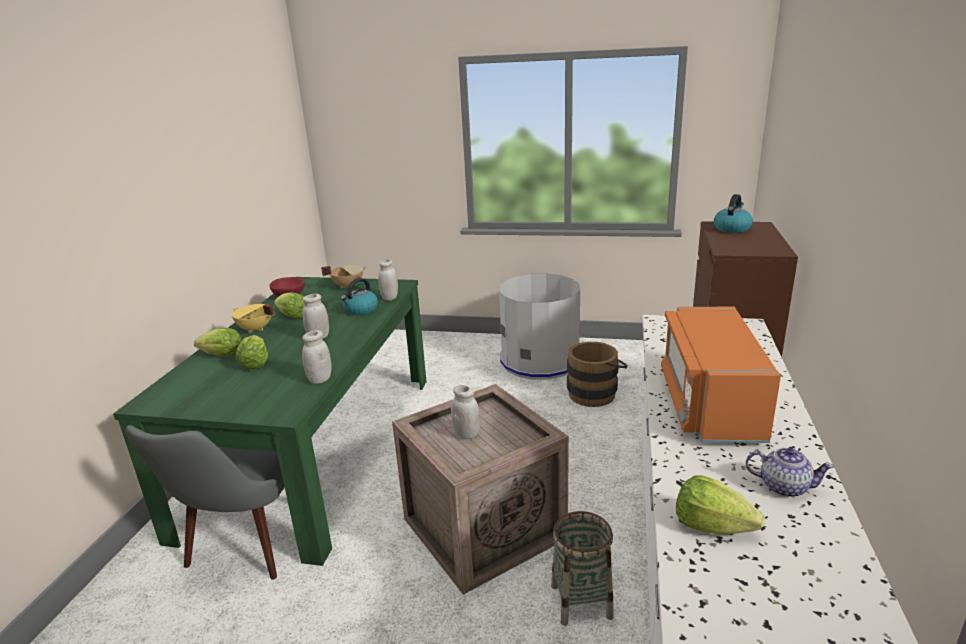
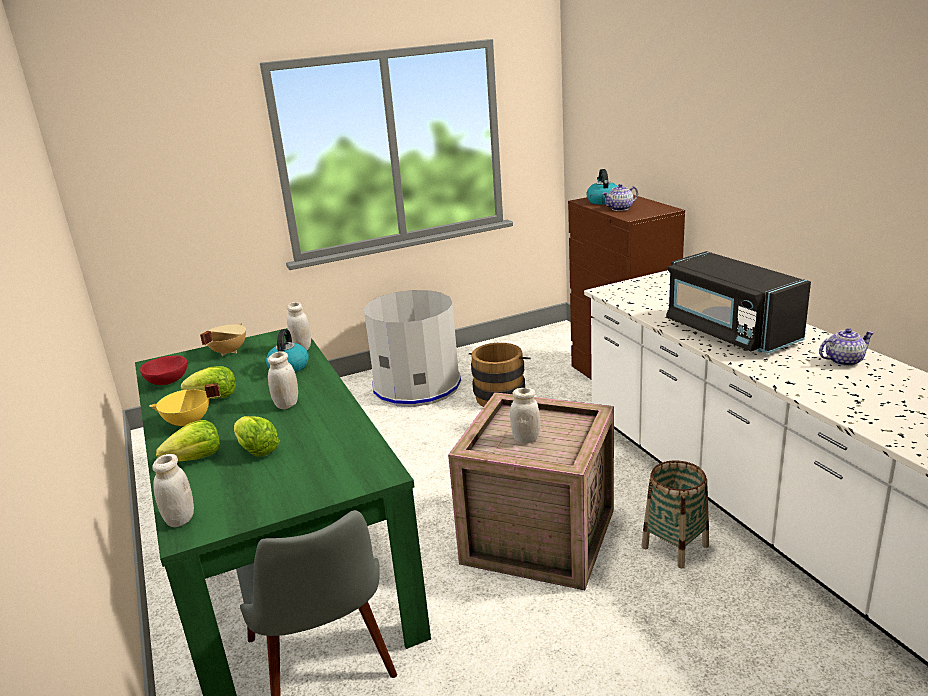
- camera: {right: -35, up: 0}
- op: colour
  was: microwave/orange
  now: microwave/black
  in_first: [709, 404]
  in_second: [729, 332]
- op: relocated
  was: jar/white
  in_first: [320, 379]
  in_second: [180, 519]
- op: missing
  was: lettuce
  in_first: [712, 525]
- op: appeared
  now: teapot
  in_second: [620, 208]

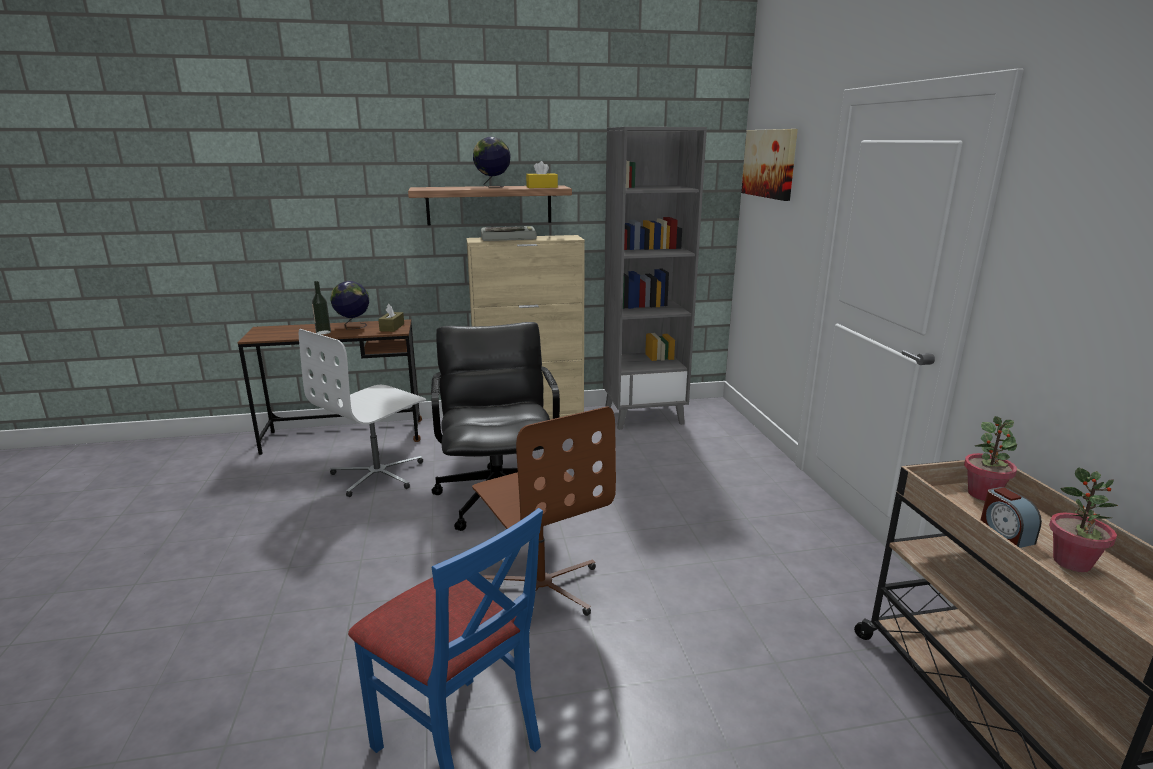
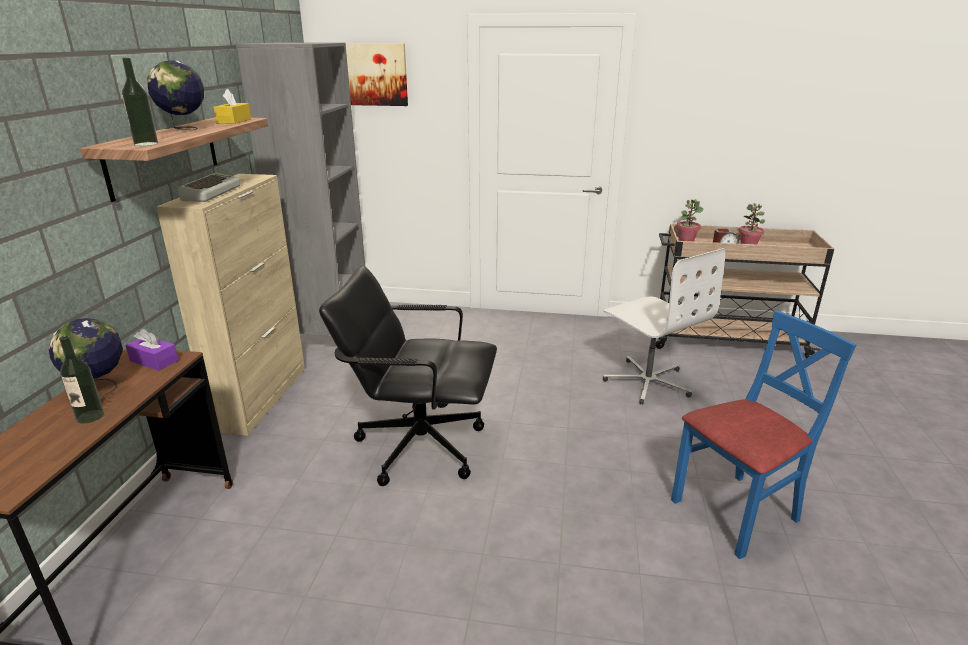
- camera: {right: -70, up: 5}
- op: colour
  was: tissue box/brown
  now: tissue box/purple
  in_first: [392, 327]
  in_second: [154, 361]
- op: relocated
  was: office chair/white
  in_first: [378, 475]
  in_second: [647, 382]
- op: missing
  was: office chair/brown
  in_first: [541, 587]
- op: appeared
  now: bottle
  in_second: [146, 144]

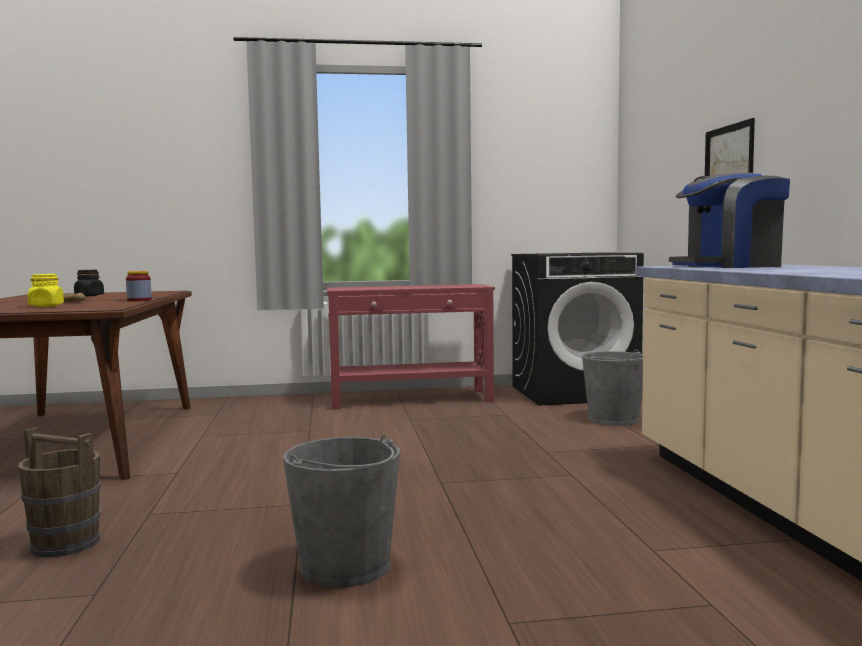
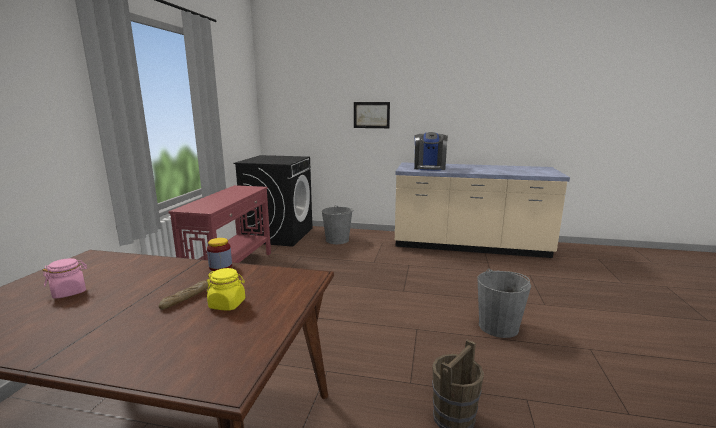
- camera: {right: -70, up: 10}
- op: colour
  was: jar/black
  now: jar/pink
  in_first: [89, 295]
  in_second: [69, 292]

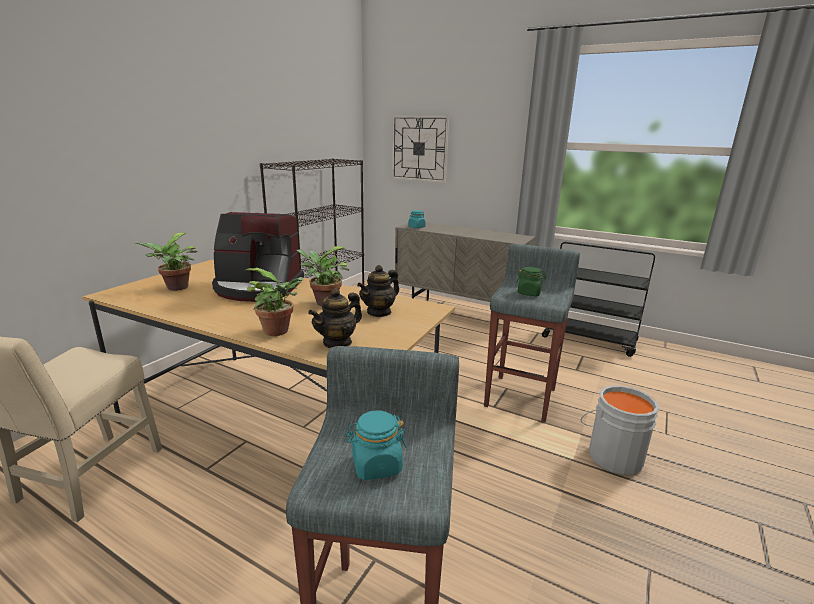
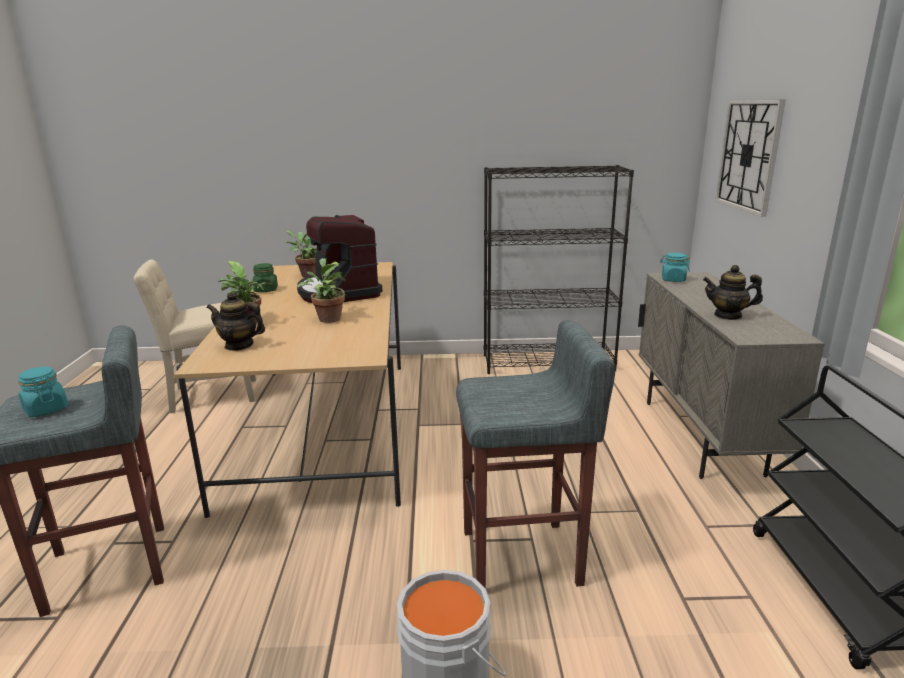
- camera: {right: 60, up: 0}
- op: relocated
  was: teapot
  in_first: [379, 312]
  in_second: [728, 316]
- op: relocated
  was: jar/green
  in_first: [529, 293]
  in_second: [266, 290]

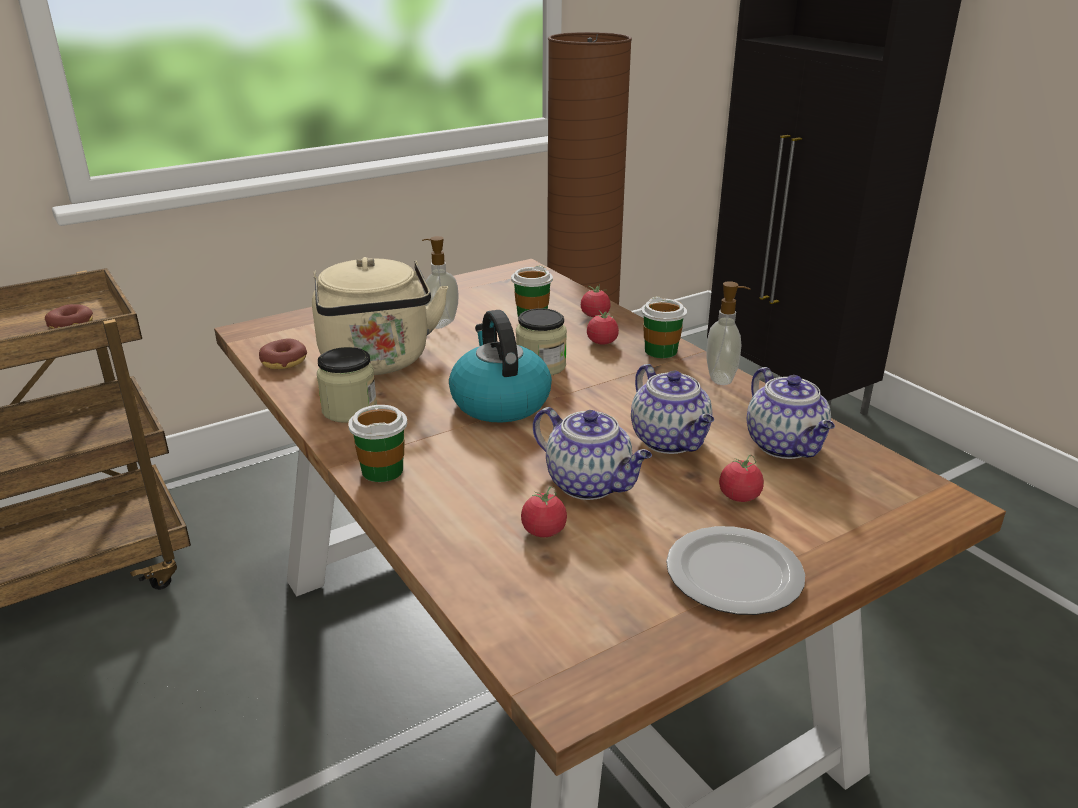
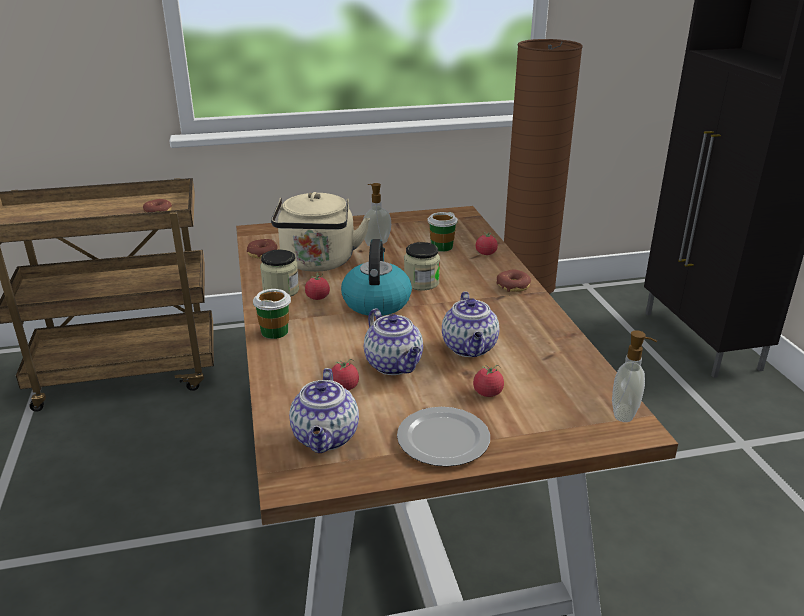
- camera: {right: 20, up: 0}
- op: relocated
  was: soap dispenser
  in_first: [722, 378]
  in_second: [625, 414]
- op: exchanged
  was: cup
  now: donut
  in_first: [661, 351]
  in_second: [513, 286]
- op: relocated
  was: tomato
  in_first: [602, 342]
  in_second: [317, 297]
- op: relocated
  was: teapot
  in_first: [786, 446]
  in_second: [326, 438]

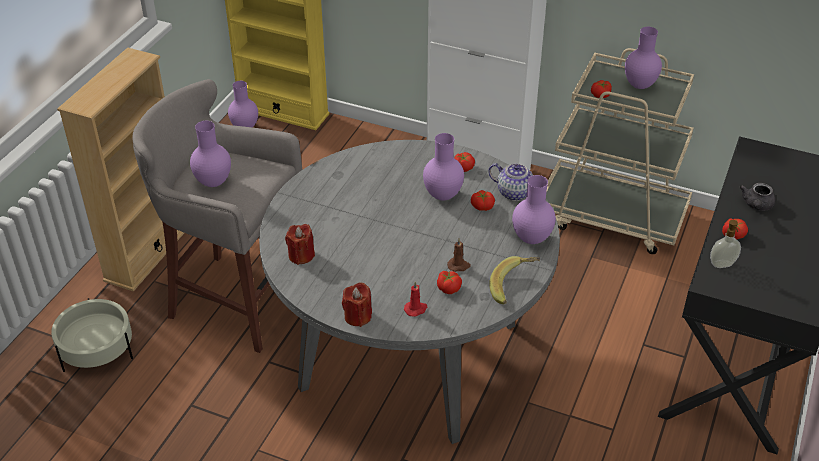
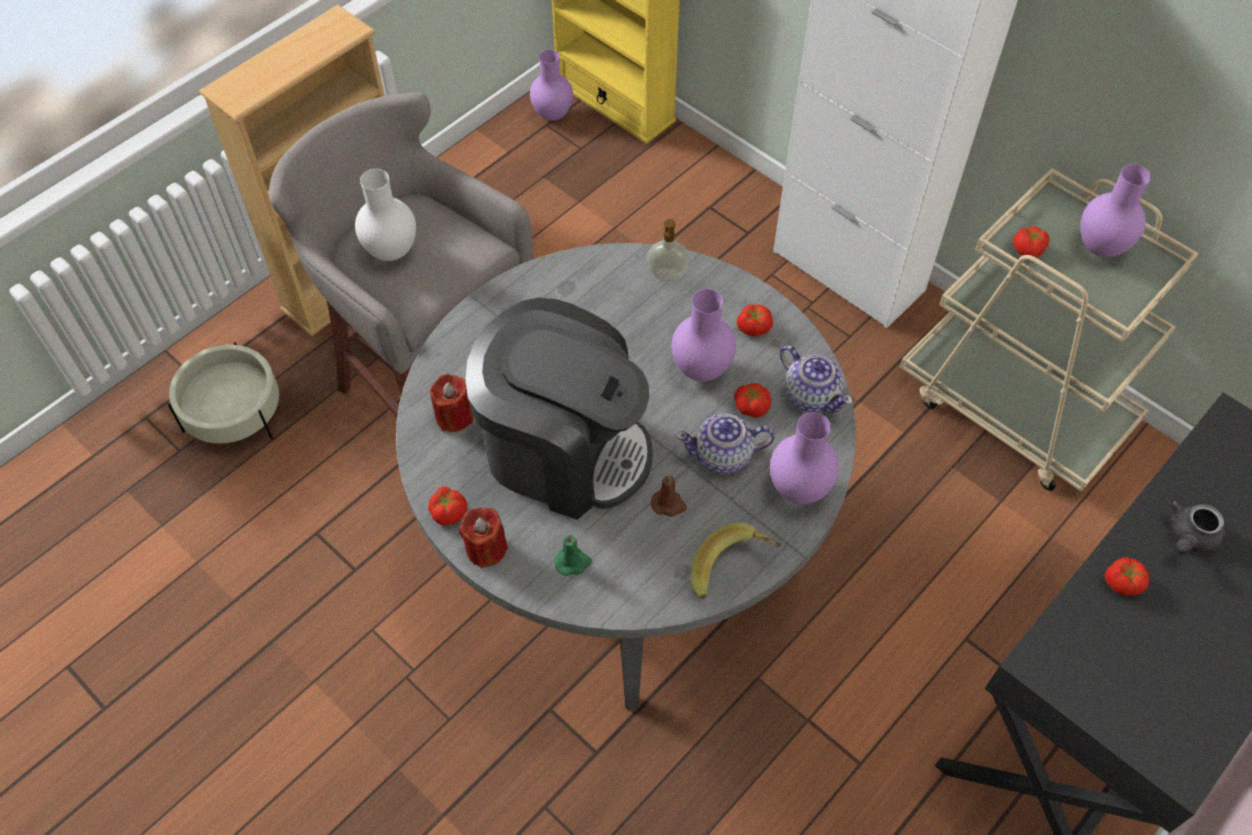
- camera: {right: 20, up: 15}
- op: colour
  was: vase/purple
  now: vase/white
  in_first: [212, 182]
  in_second: [390, 251]
- op: relocated
  was: soap dispenser
  in_first: [722, 265]
  in_second: [667, 276]
- op: relocated
  was: tomato
  in_first: [449, 288]
  in_second: [449, 512]
- op: colour
  was: candle/red
  now: candle/green
  in_first: [416, 309]
  in_second: [573, 562]
- op: appeared
  now: coffee machine
  in_second: [564, 450]
- op: appeared
  now: teapot
  in_second: [724, 456]

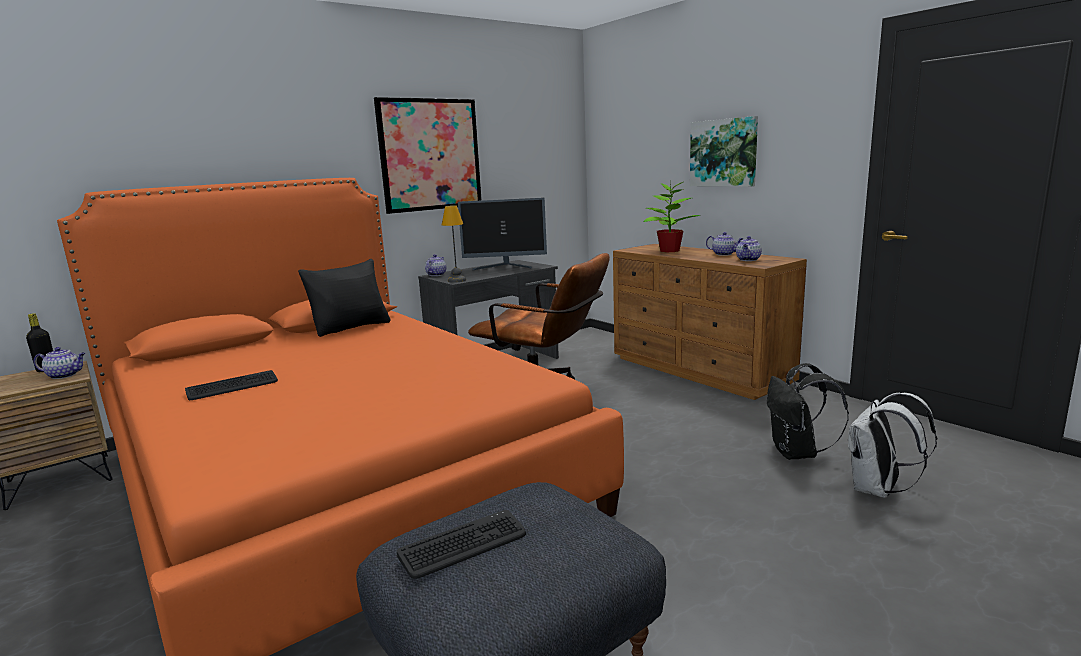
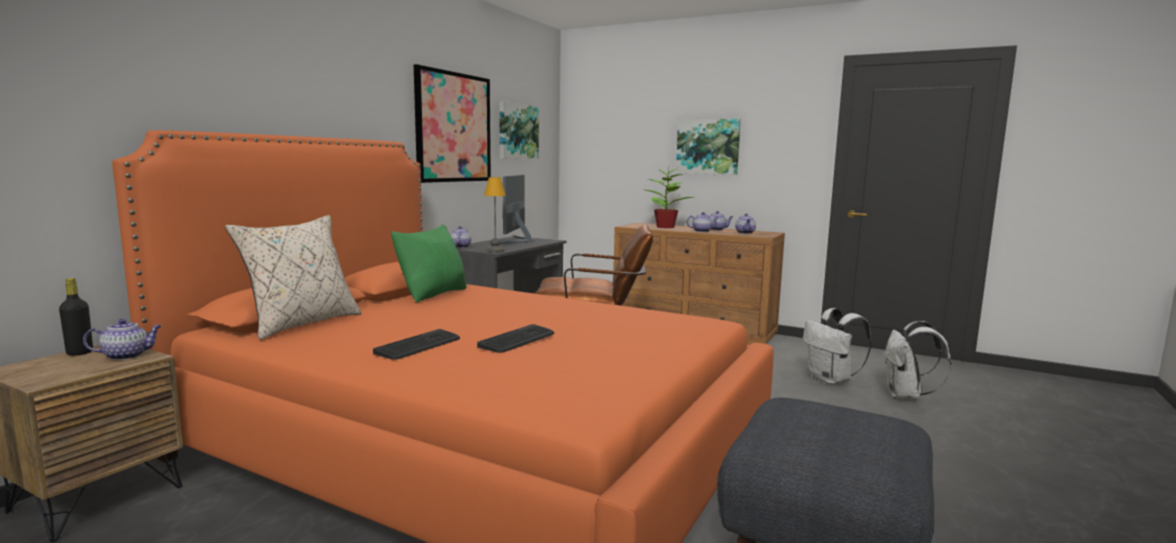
- camera: {right: -25, up: -5}
- op: spun
  was: monitor
  in_first: [505, 267]
  in_second: [517, 241]
  clockwise: 120
- op: colour
  was: pillow/black
  now: pillow/green
  in_first: [351, 327]
  in_second: [433, 294]
- op: colour
  was: backpack/black
  now: backpack/white
  in_first: [797, 453]
  in_second: [831, 380]
- op: relocated
  was: keyboard
  in_first: [463, 545]
  in_second: [517, 340]
- op: appeared
  now: picture
  in_second: [517, 131]
- op: appeared
  now: teapot
  in_second: [702, 231]
- op: appeared
  now: pillow/beige
  in_second: [301, 324]

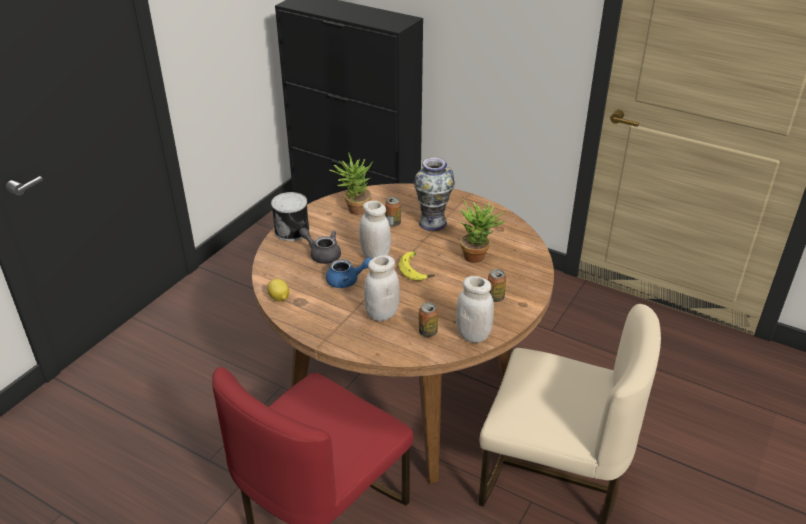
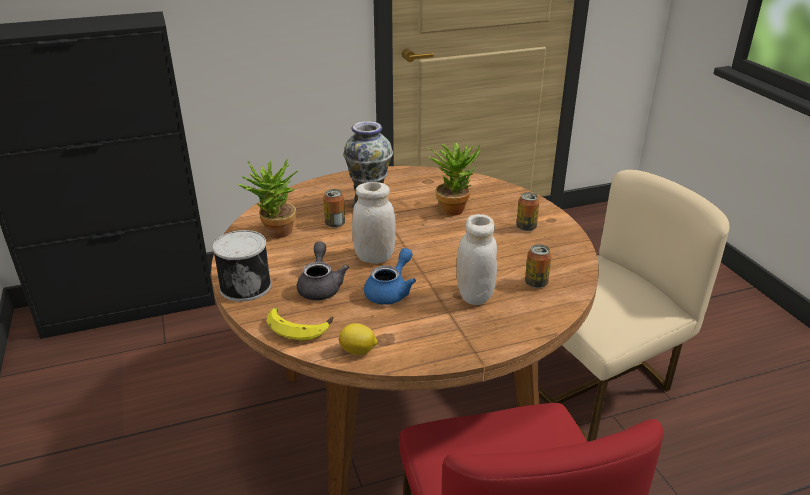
- camera: {right: -50, up: -5}
- op: spun
  was: teapot/grey
  in_first: [322, 254]
  in_second: [320, 286]
  clockwise: 105
- op: relocated
  was: banana
  in_first: [417, 270]
  in_second: [299, 326]
- op: missing
  was: jar/white
  in_first: [473, 335]

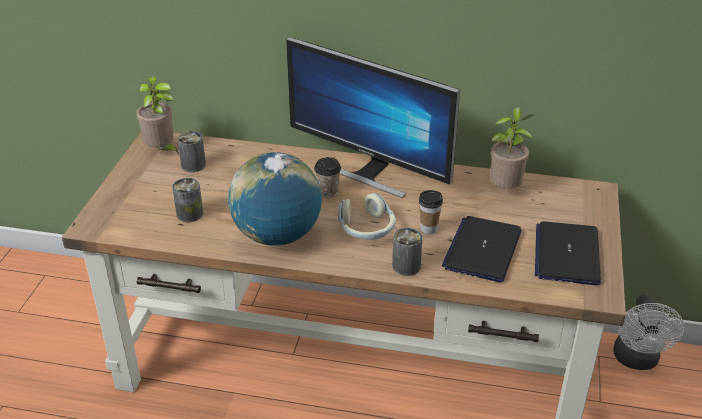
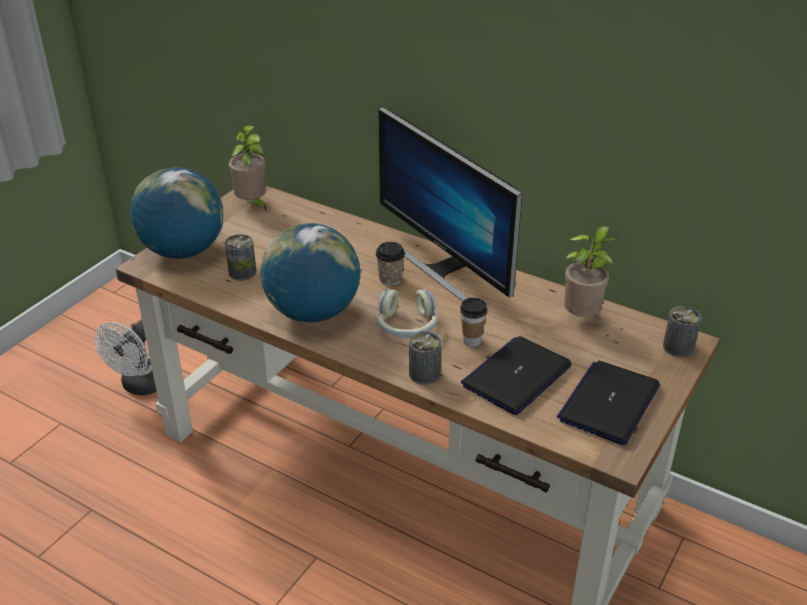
- camera: {right: 20, up: 0}
- op: relocated
  was: can
  in_first: [193, 165]
  in_second: [678, 347]
- op: relocated
  was: fan/white
  in_first: [637, 360]
  in_second: [140, 386]
- op: appeared
  now: globe
  in_second: [183, 251]

